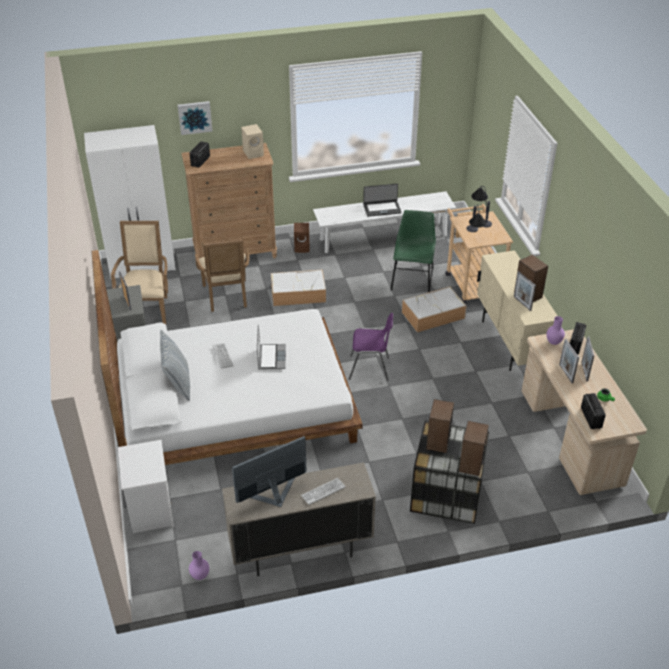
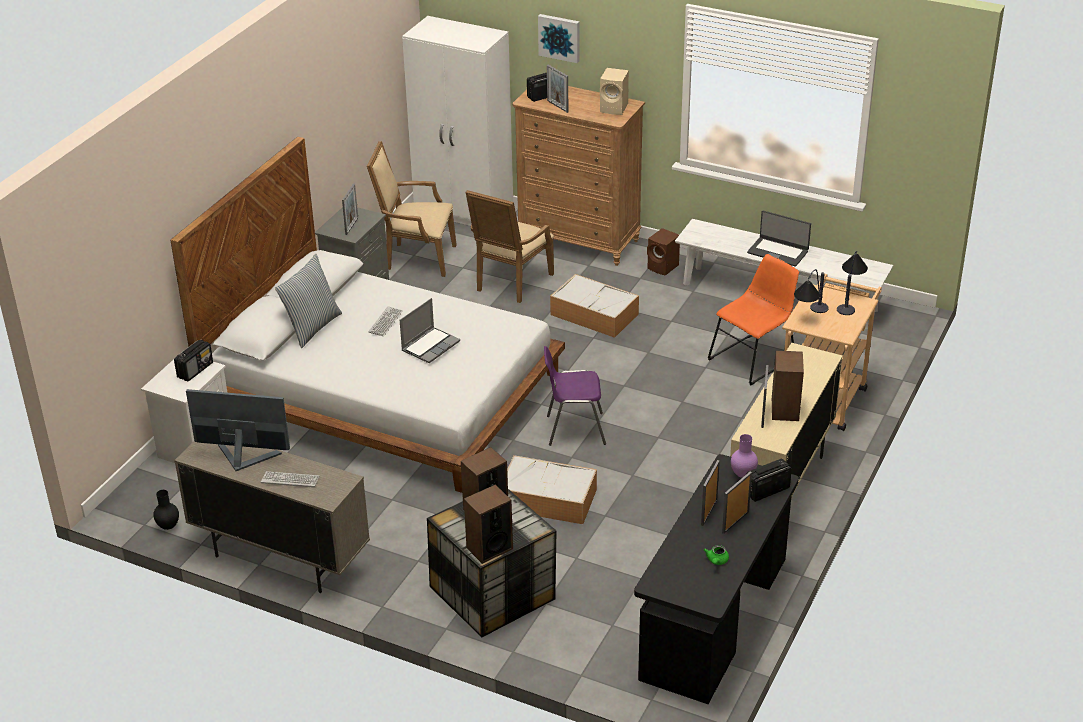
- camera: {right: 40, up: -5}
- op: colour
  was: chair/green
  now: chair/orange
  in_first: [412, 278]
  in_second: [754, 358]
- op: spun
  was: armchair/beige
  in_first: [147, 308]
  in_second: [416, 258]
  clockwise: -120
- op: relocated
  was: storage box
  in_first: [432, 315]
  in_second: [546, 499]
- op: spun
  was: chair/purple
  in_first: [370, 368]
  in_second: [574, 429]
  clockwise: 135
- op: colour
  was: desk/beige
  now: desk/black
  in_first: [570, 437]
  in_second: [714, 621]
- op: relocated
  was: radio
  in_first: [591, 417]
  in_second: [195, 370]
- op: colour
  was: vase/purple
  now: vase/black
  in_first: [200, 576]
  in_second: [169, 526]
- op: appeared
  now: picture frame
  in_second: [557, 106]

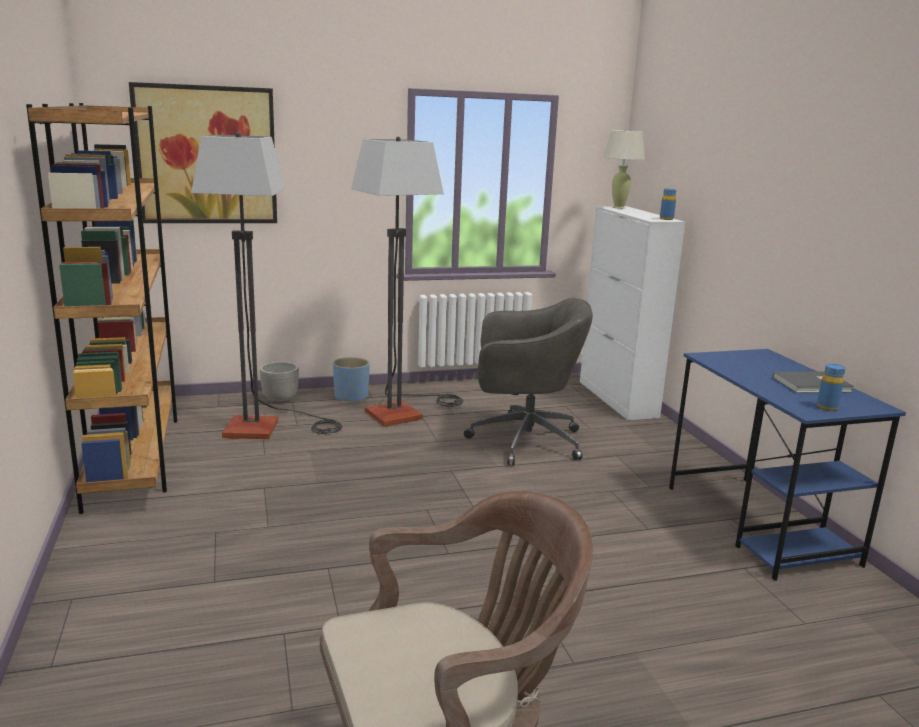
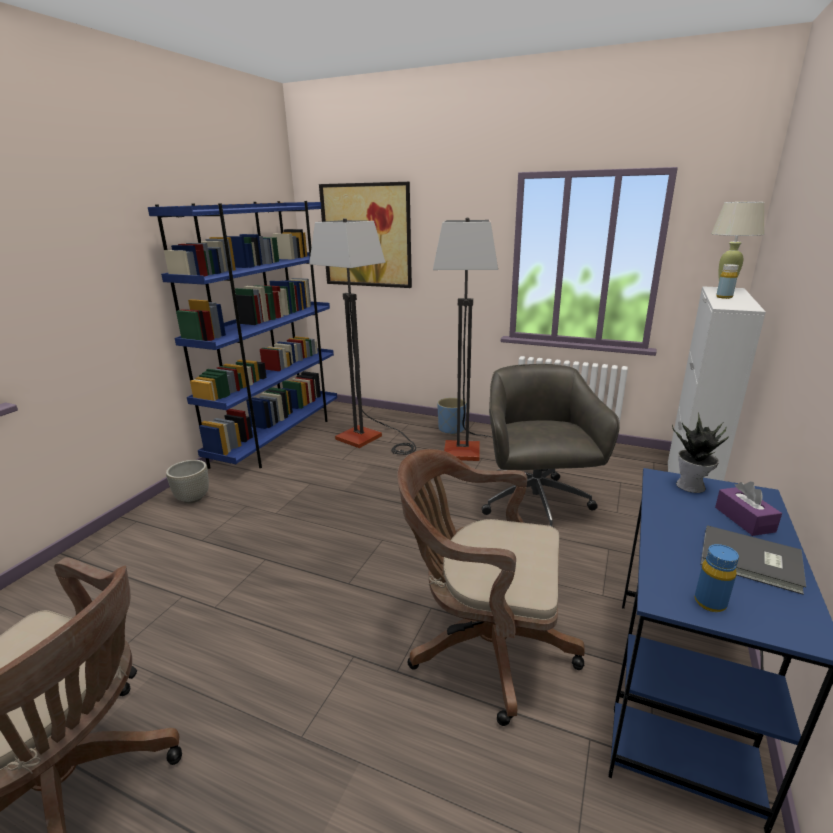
- camera: {right: 40, up: 5}
- op: colour
  was: bookcase/brown
  now: bookcase/blue
  in_first: [135, 455]
  in_second: [278, 438]
- op: missing
  was: bottle/blue
  in_first: [666, 219]
- op: spun
  was: office chair/grey
  in_first: [522, 441]
  in_second: [536, 504]
  clockwise: -135
- op: relocated
  was: planter/grey
  in_first: [280, 400]
  in_second: [193, 498]
- op: appeared
  now: bottle/yellow
  in_second: [724, 297]
- op: appeared
  now: potted plant
  in_second: [692, 486]
- op: appeared
  now: office chair/brown
  in_second: [482, 644]
- op: appeared
  now: tissue box/purple
  in_second: [744, 519]

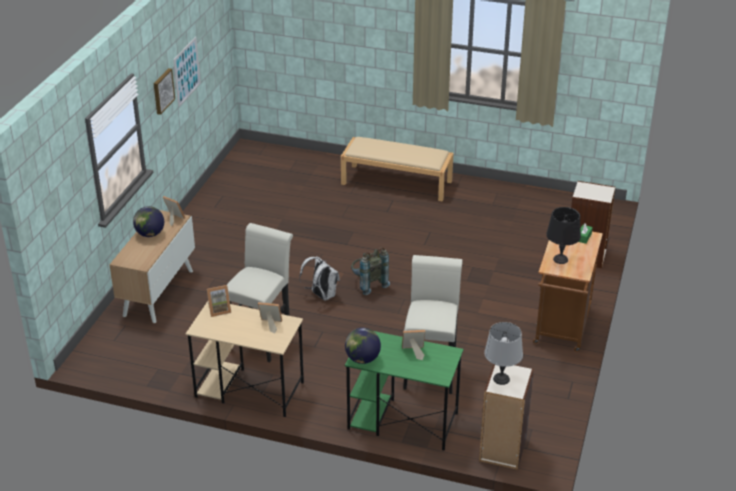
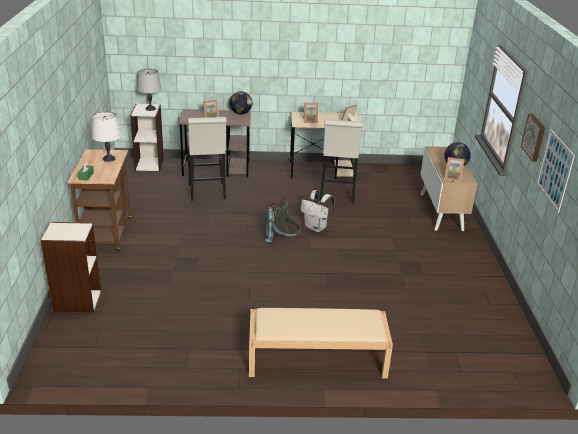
- camera: {right: 160, up: -5}
- op: colour
  was: table lamp/black
  now: table lamp/white
  in_first: [560, 259]
  in_second: [109, 159]
- op: colour
  was: desk/green
  now: desk/brown
  in_first: [402, 421]
  in_second: [217, 168]

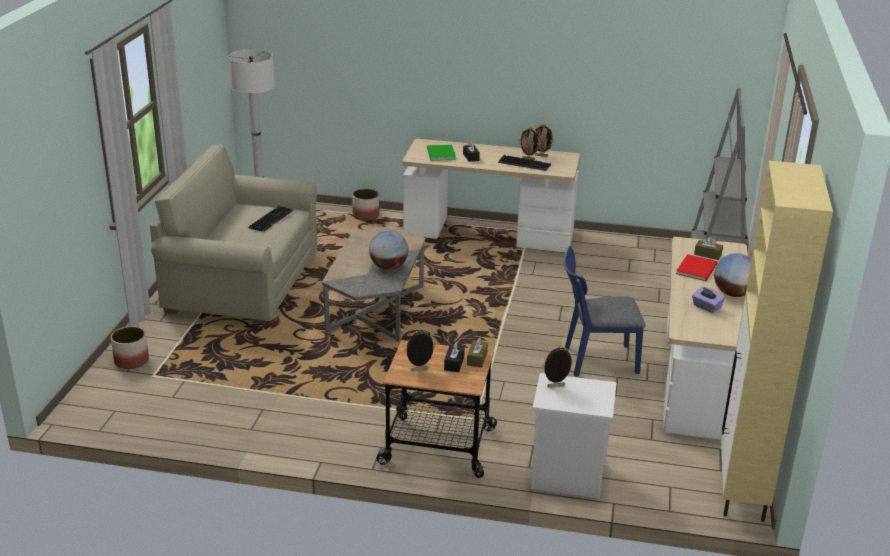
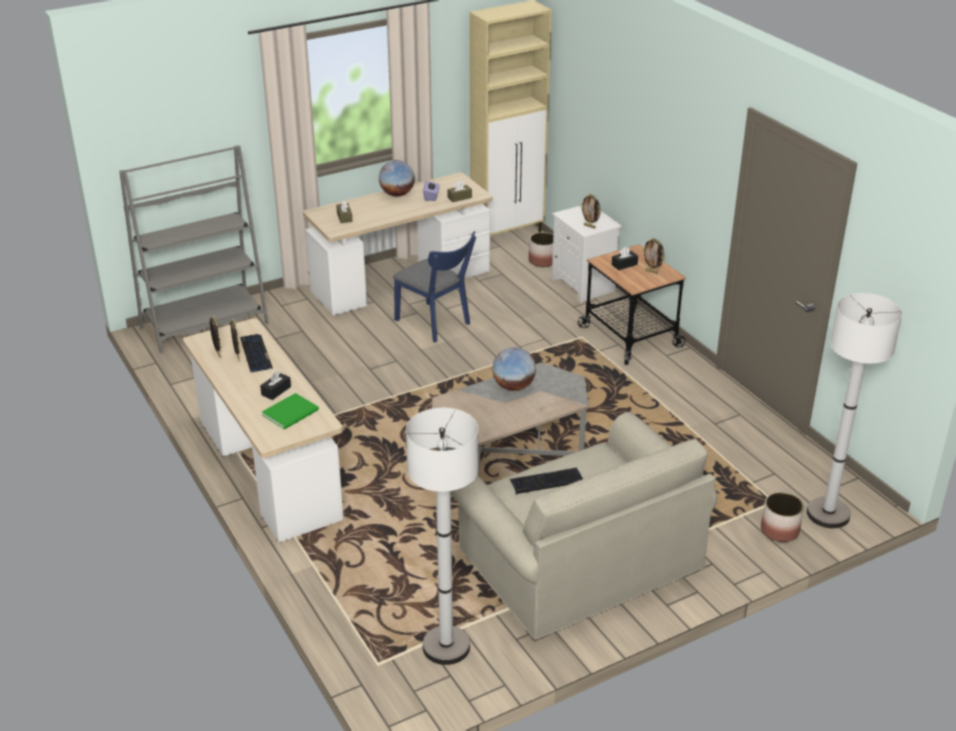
- camera: {right: -130, up: 5}
- op: relocated
  was: planter
  in_first: [365, 216]
  in_second: [543, 261]
- op: missing
  was: book/red
  in_first: [698, 269]
- op: relocated
  was: tissue box/brown
  in_first: [477, 359]
  in_second: [459, 197]
- op: appeared
  now: floor lamp/white
  in_second: [828, 514]

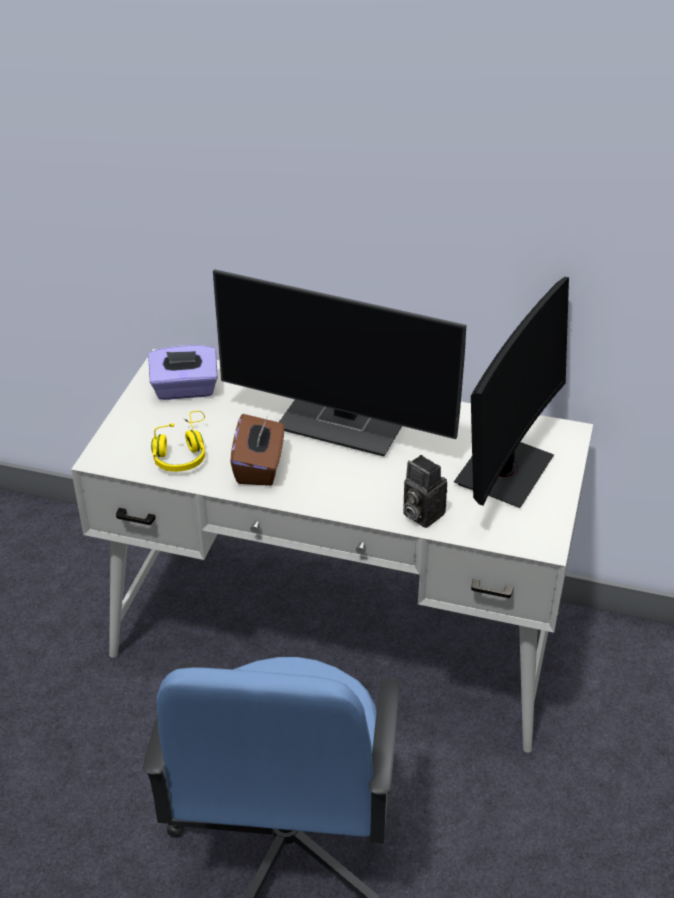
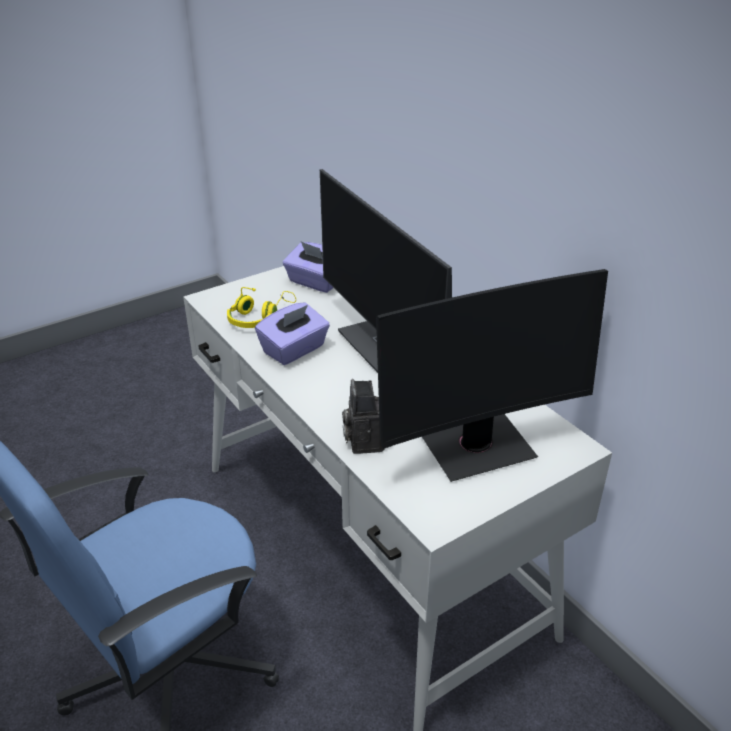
- camera: {right: 40, up: -5}
- op: colour
  was: tissue box/brown
  now: tissue box/purple
  in_first: [259, 467]
  in_second: [294, 350]

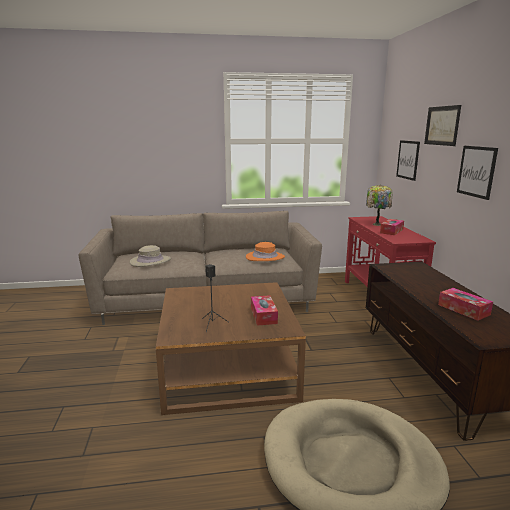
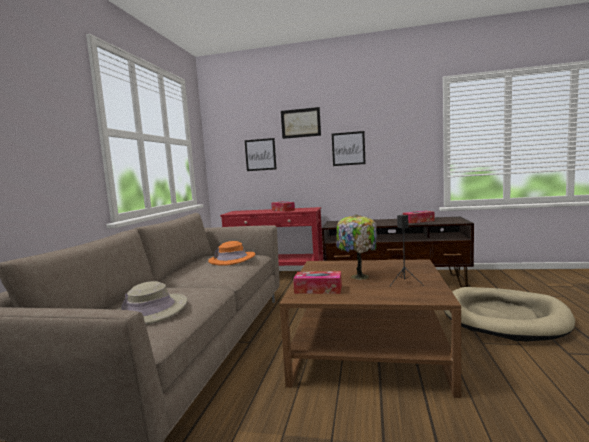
- camera: {right: -70, up: -10}
- op: relocated
  was: table lamp
  in_first: [377, 224]
  in_second: [358, 277]
- op: relocated
  was: tissue box
  in_first: [263, 315]
  in_second: [318, 289]

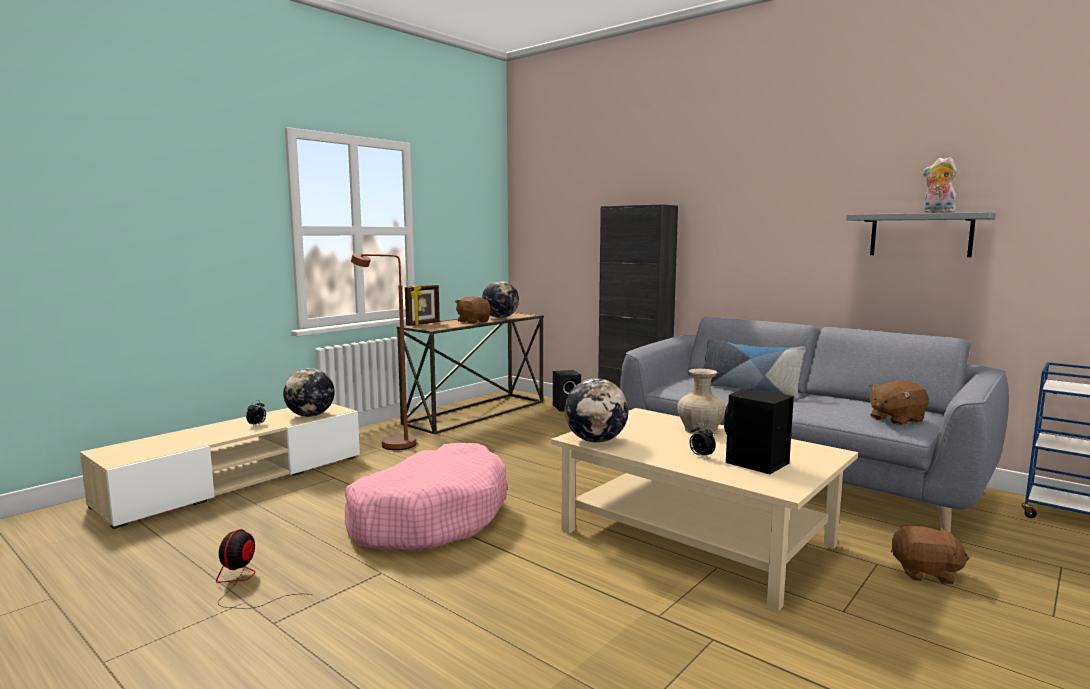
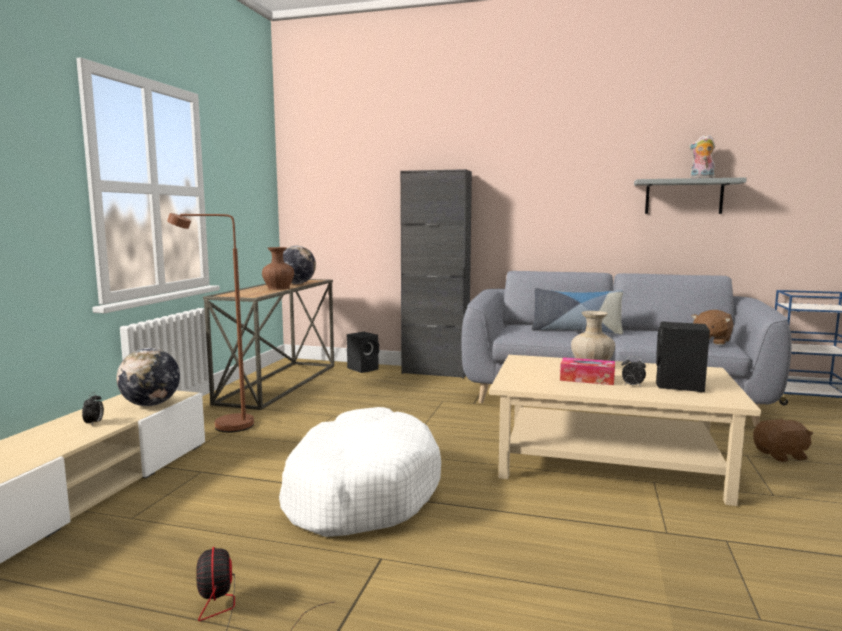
- camera: {right: -25, up: 0}
- op: missing
  was: picture frame
  in_first: [423, 324]
- op: exchanged
  was: plush toy/brown
  now: vase/brown
  in_first: [473, 321]
  in_second: [278, 288]
- op: missing
  was: globe
  in_first: [596, 441]
- op: colour
  was: dog bed/pink
  now: dog bed/white
  in_first: [429, 517]
  in_second: [359, 491]
- op: appeared
  now: tissue box
  in_second: [587, 379]

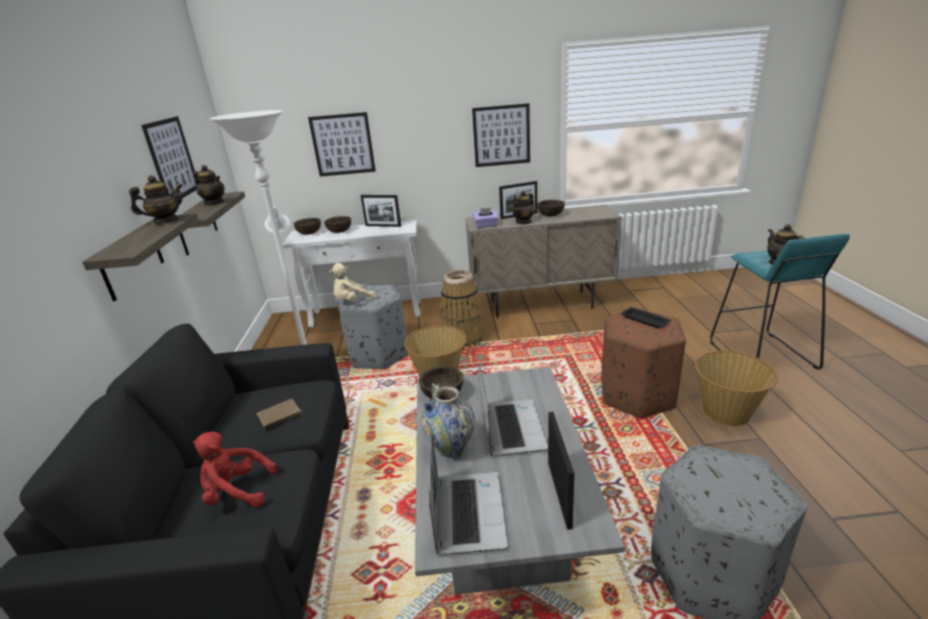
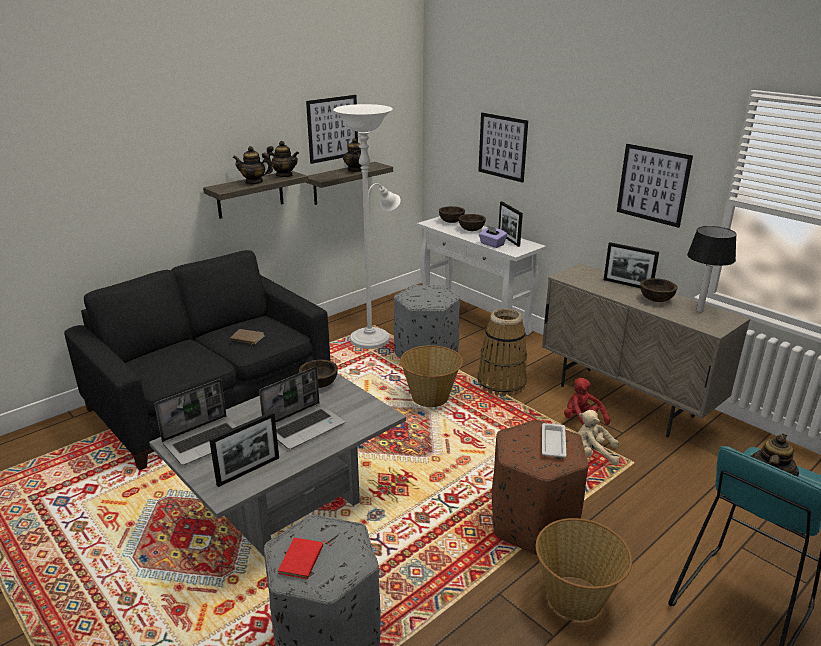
- camera: {right: 50, up: 0}
- op: relocated
  was: teapot
  in_first: [523, 222]
  in_second: [254, 182]
- op: relocated
  was: tissue box/purple
  in_first: [486, 226]
  in_second: [492, 244]
- op: relocated
  was: plush toy/beige
  in_first: [352, 301]
  in_second: [593, 454]
- op: colour
  was: tray/black
  now: tray/white
  in_first: [644, 320]
  in_second: [553, 442]
- op: missing
  was: vase
  in_first: [451, 451]
- op: relocated
  was: plush toy/red
  in_first: [237, 492]
  in_second: [582, 421]
- op: appeared
  now: table lamp
  in_second: [699, 311]
- op: appeared
  now: book/red
  in_second: [302, 561]

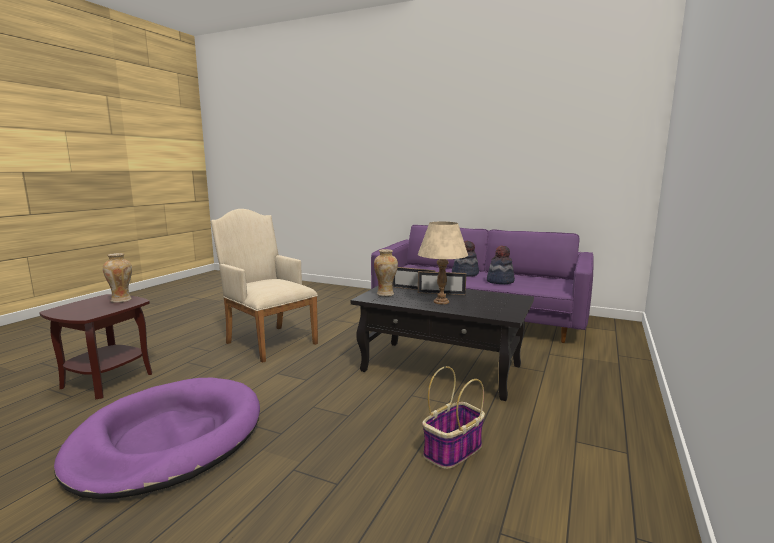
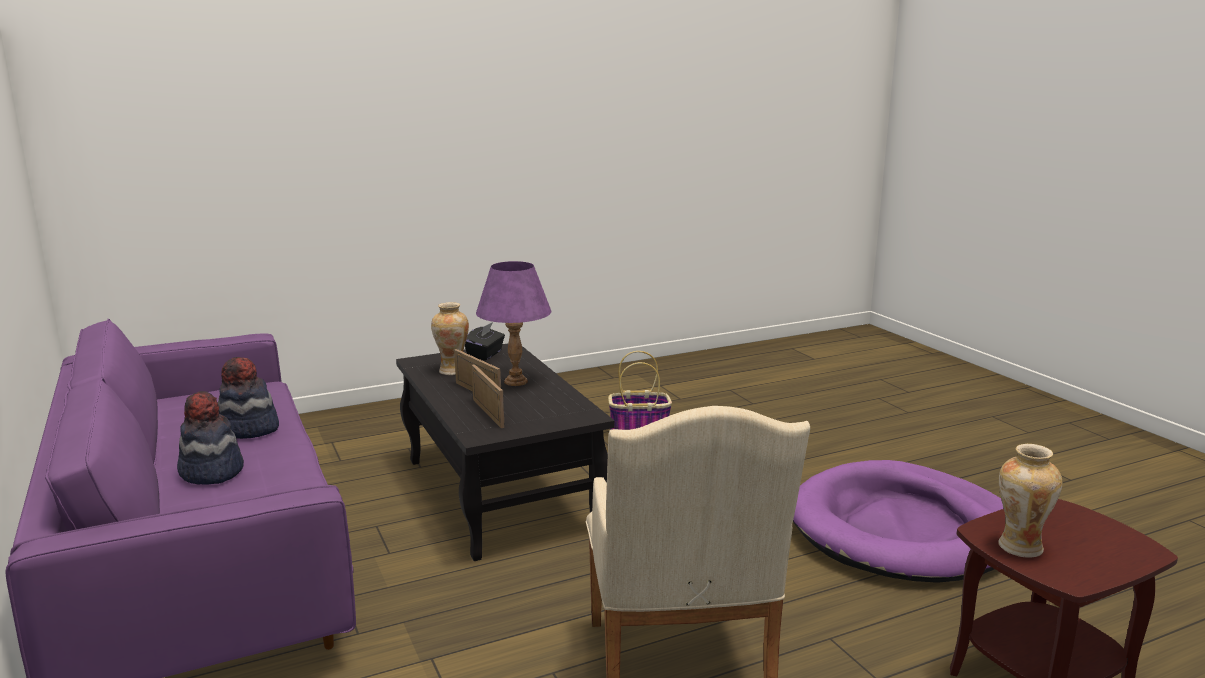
- camera: {right: -140, up: 5}
- op: colour
  was: table lamp/beige
  now: table lamp/purple
  in_first: [441, 302]
  in_second: [515, 382]
- op: relocated
  was: vase
  in_first: [385, 294]
  in_second: [452, 371]
- op: appeared
  now: tissue box/black
  in_second: [485, 354]

